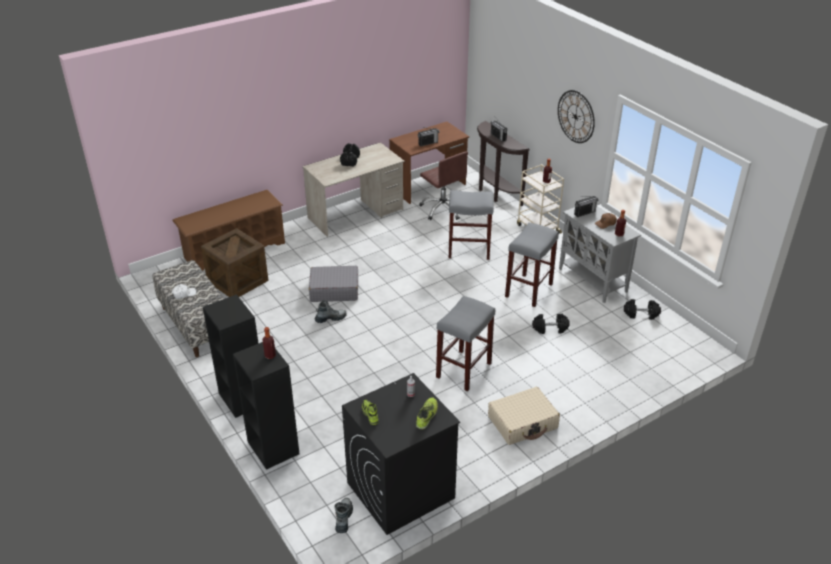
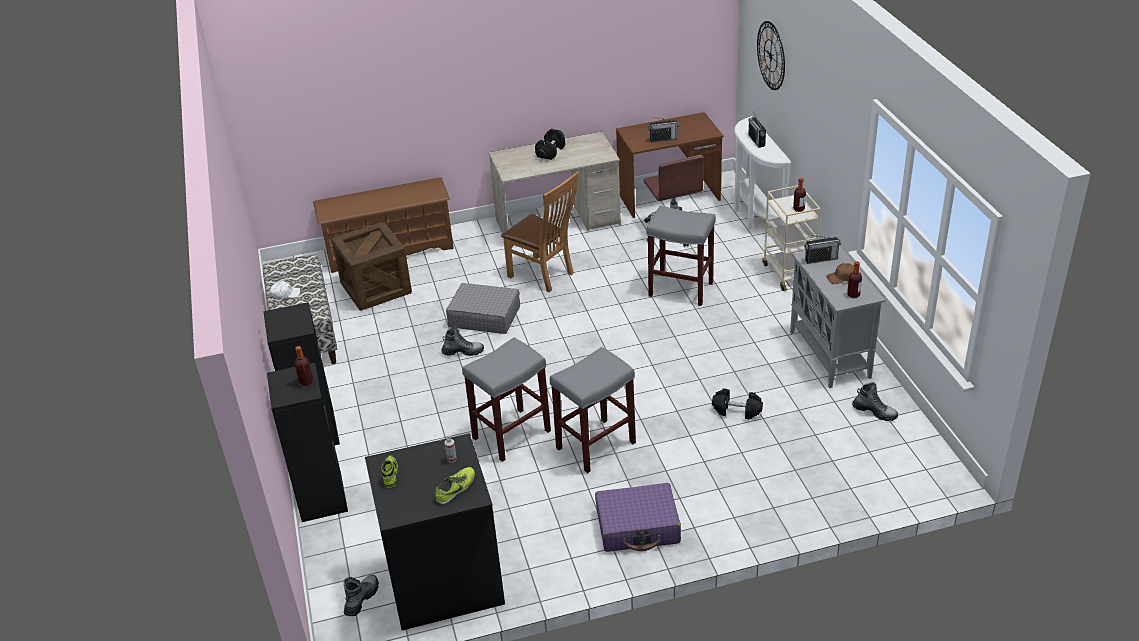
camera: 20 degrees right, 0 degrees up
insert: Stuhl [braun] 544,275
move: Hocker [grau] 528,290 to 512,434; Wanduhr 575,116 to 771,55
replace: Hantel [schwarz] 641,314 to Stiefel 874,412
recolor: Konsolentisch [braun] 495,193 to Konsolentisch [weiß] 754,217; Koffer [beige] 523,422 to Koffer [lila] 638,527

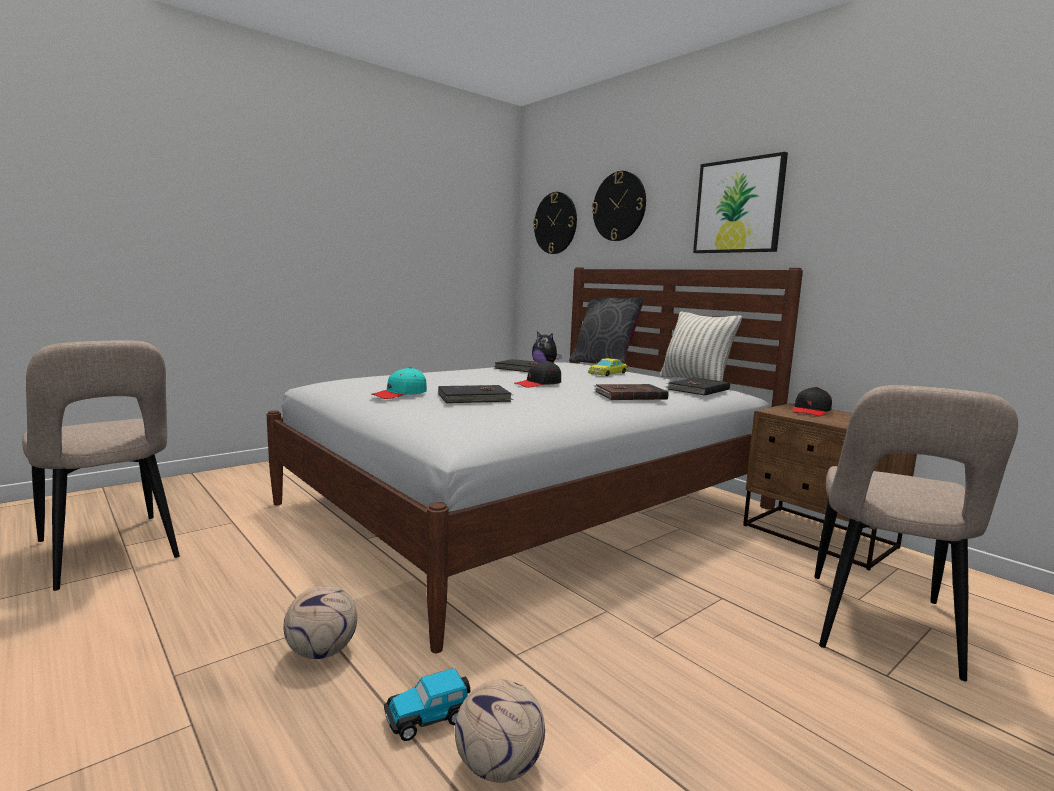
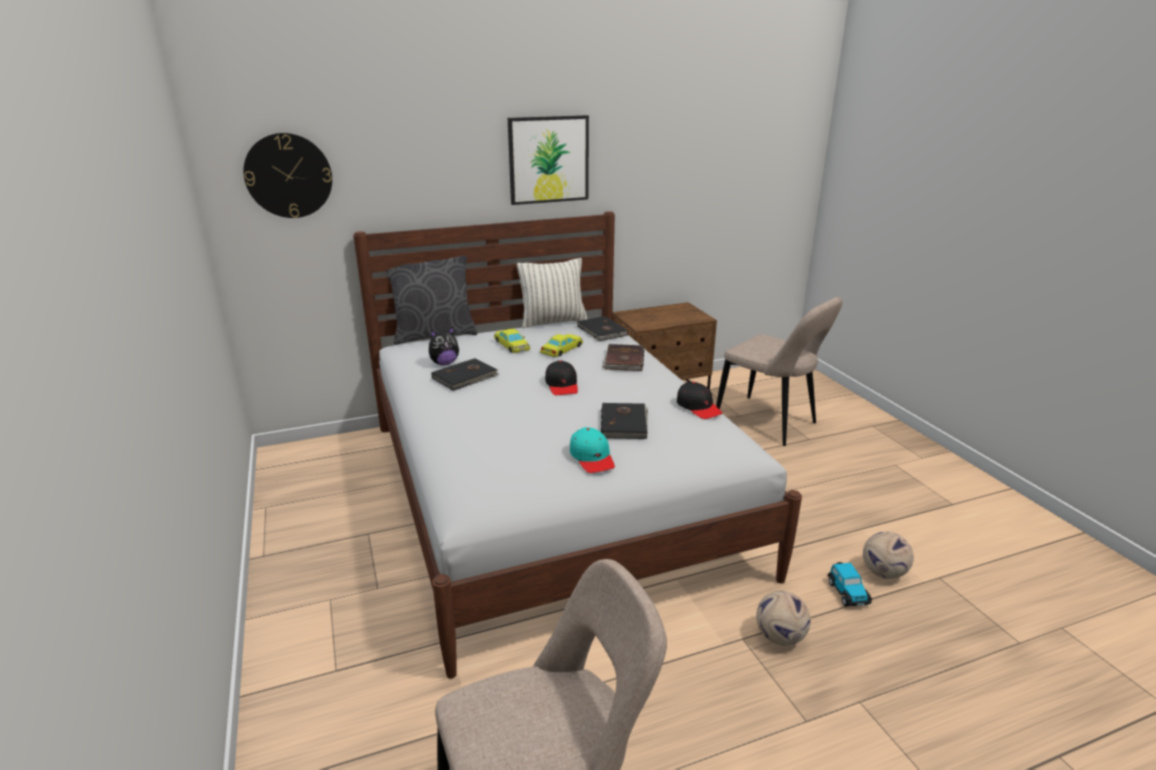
camera: 70 degrees left, 15 degrees up
delete: Wanduhr 619,206
insert: Spielzeugauto [gelb] 562,349
move: Kappe [schwarz] 811,411 to 698,407

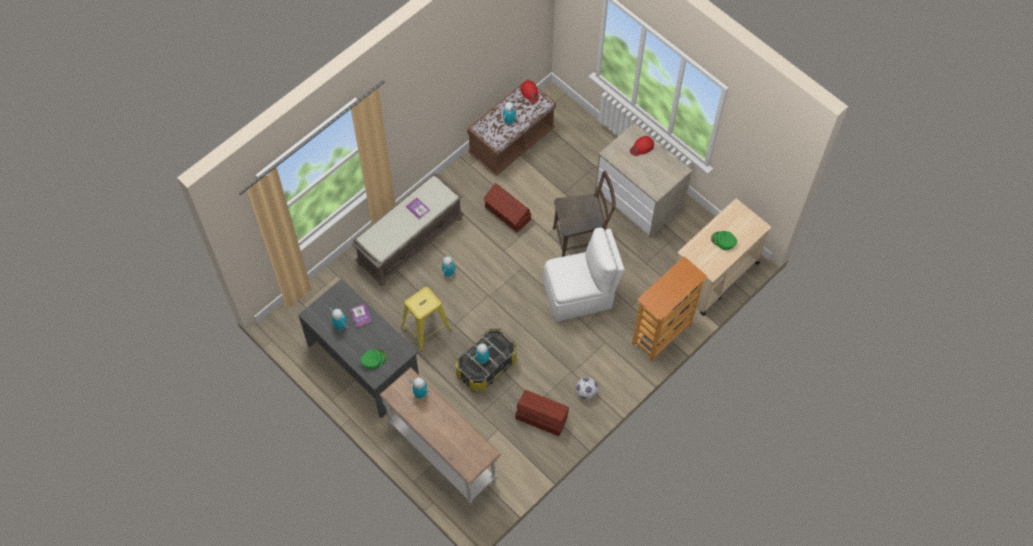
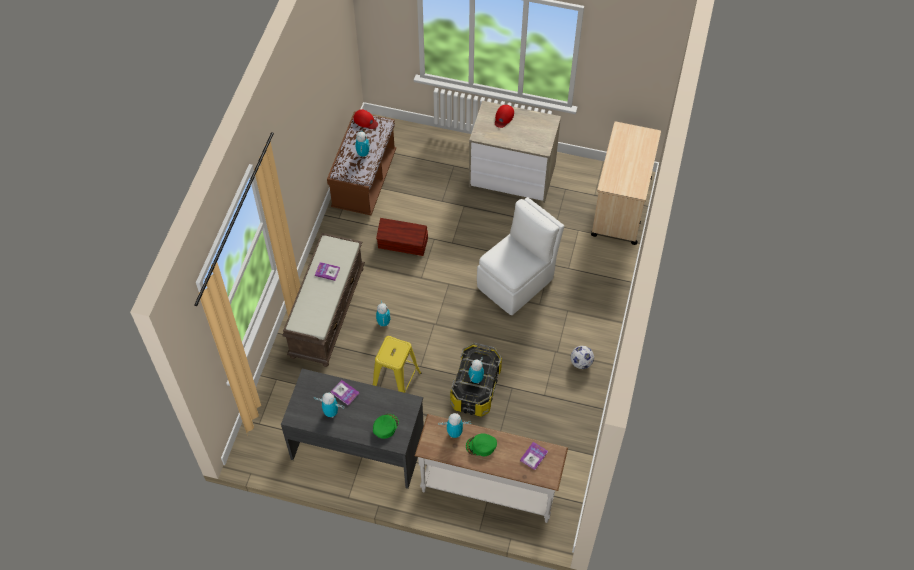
camera: 30 degrees left, 5 degrees down
delete: Aufbewahrungsbox [braun] 541,417; Stuhl [braun] 581,240; Bücherregal 661,335
insert: Buch 534,456
move: Kappe [grün] 723,241 to 481,446

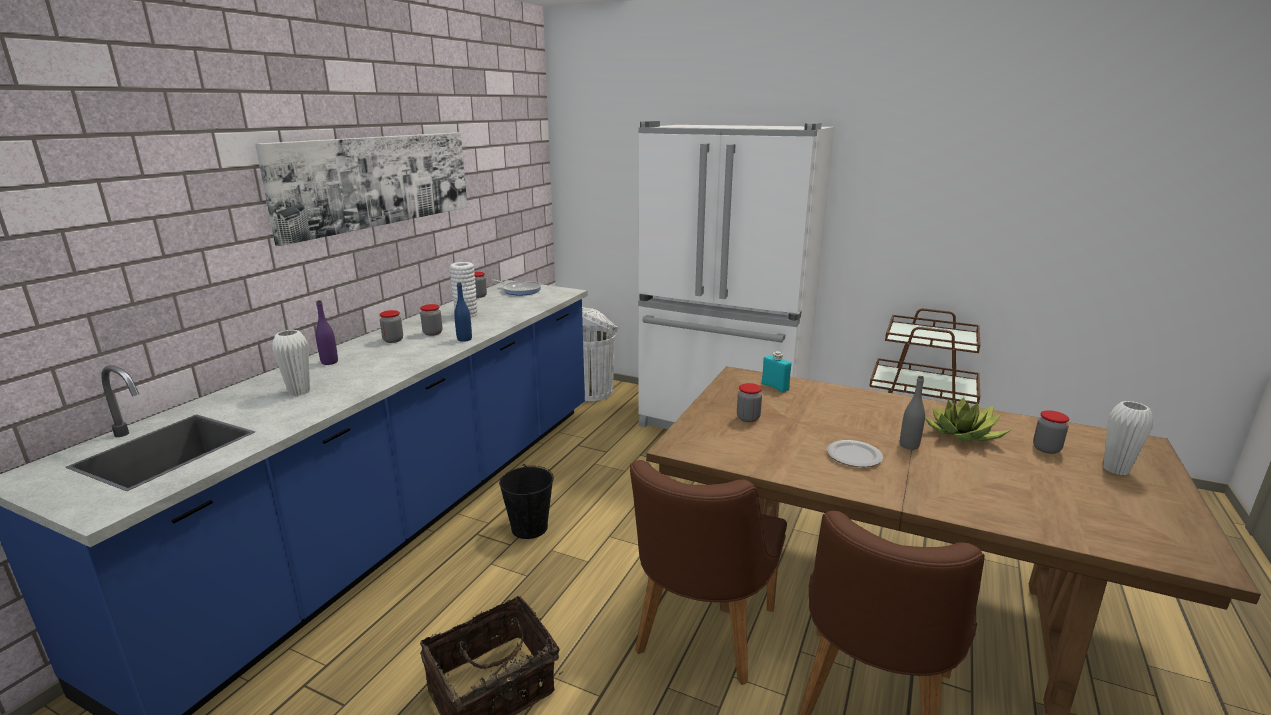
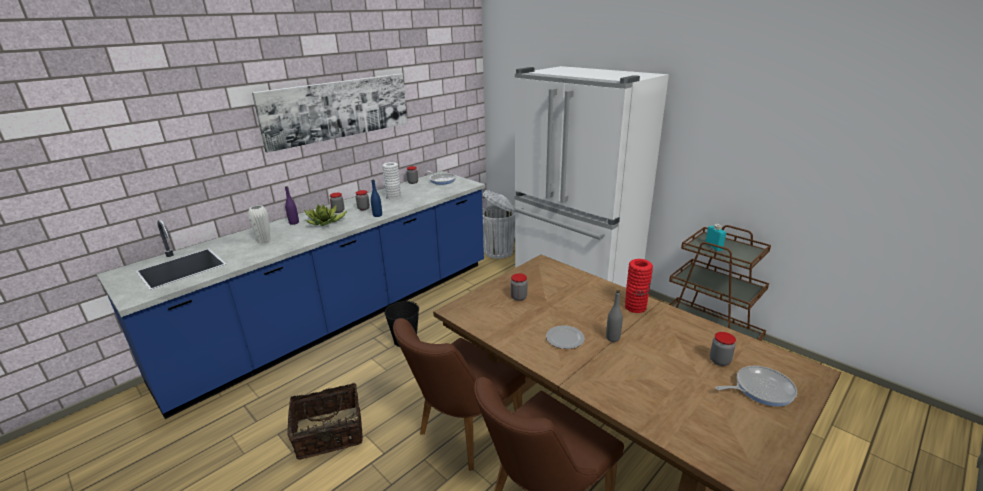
camera: 20 degrees right, 5 degrees up
insert: Vase [rot] 635,307
move: Flasche [türkis] 775,387 to 713,247; Topfpflanze 963,434 to 325,223
replace: Vase [weiß] 1115,469 to Pfanne 760,389

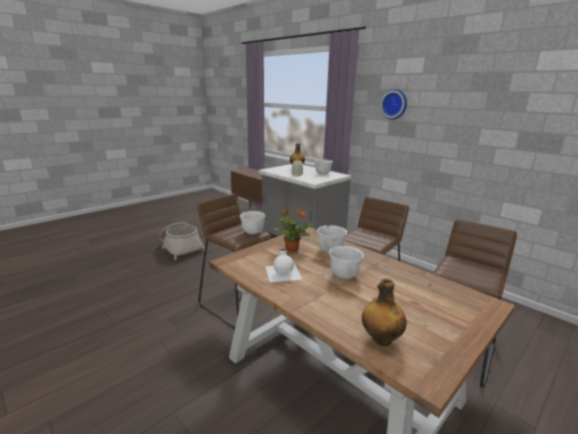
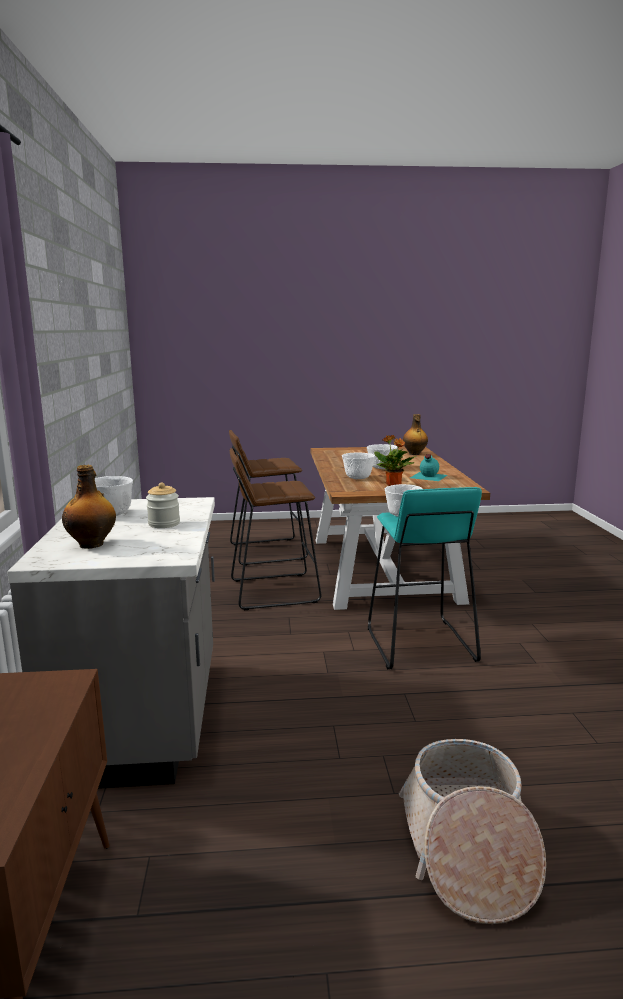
camera: 140 degrees left, 5 degrees down
delete: Wanduhr 394,104
recolor: Hocker [braun] 238,304 to Hocker [türkis] 419,644; Flasche [weiß] 283,272 to Flasche [türkis] 427,476

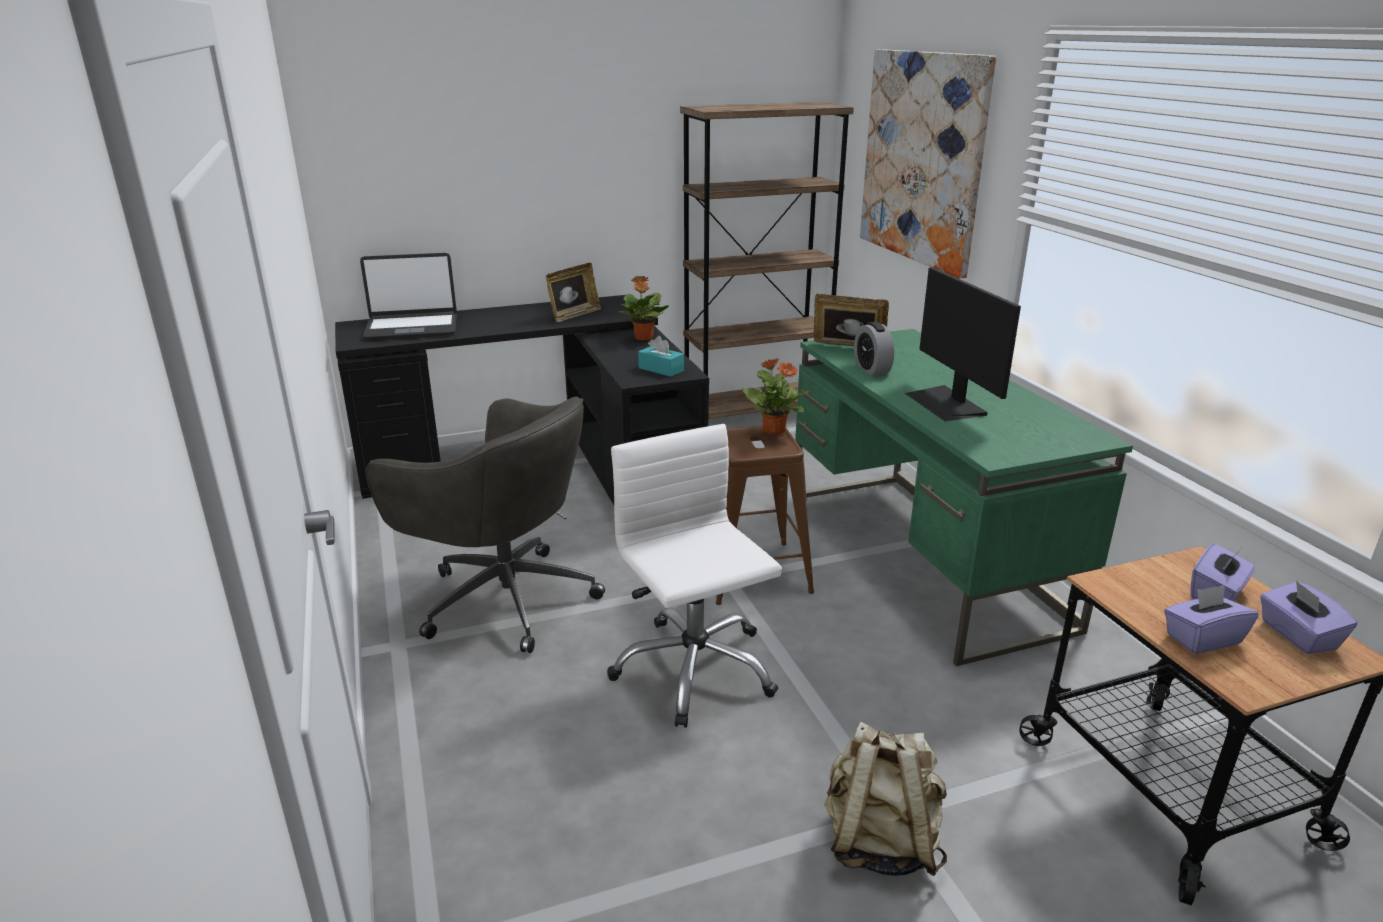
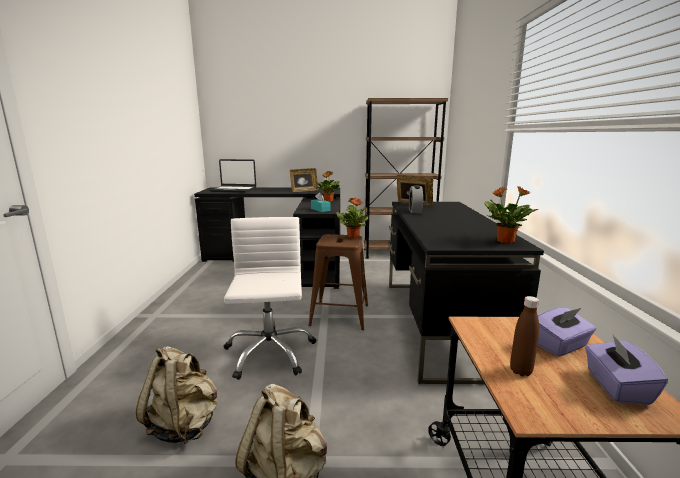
camera: 20 degrees right, 10 degrees down
delete: Bürostuhl [grau] 504,598; Bild 922,158; Monitor 947,404
insert: Rucksack [beige] 184,425; Topfpflanze 504,241
replace: Taschentuchbox [lila] 1202,639 to Flasche [braun] 520,371
recolor: Schreibtisch [grün] 922,558 to Schreibtisch [schwarz] 439,325

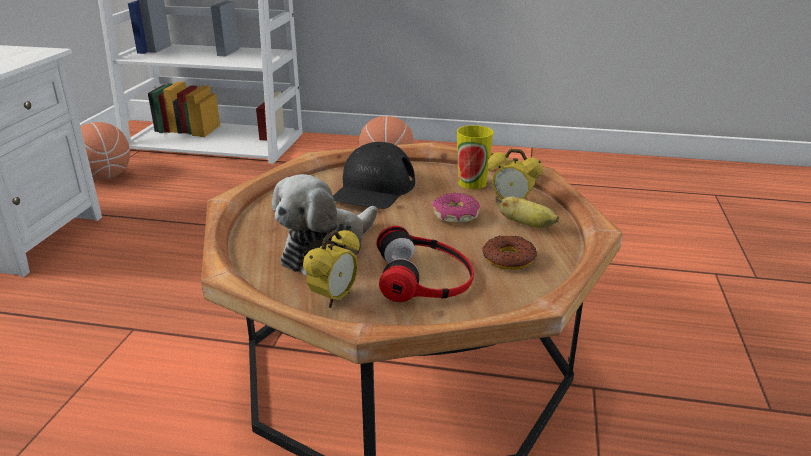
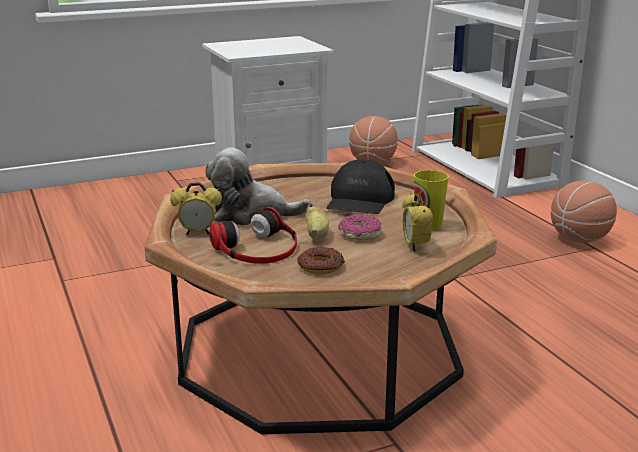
camera: 55 degrees right, 5 degrees down
move: Banane 527,225 to 316,235
rotate: Kappe [schwarz] 373,189 = 359,200 60 degrees counterclockwise

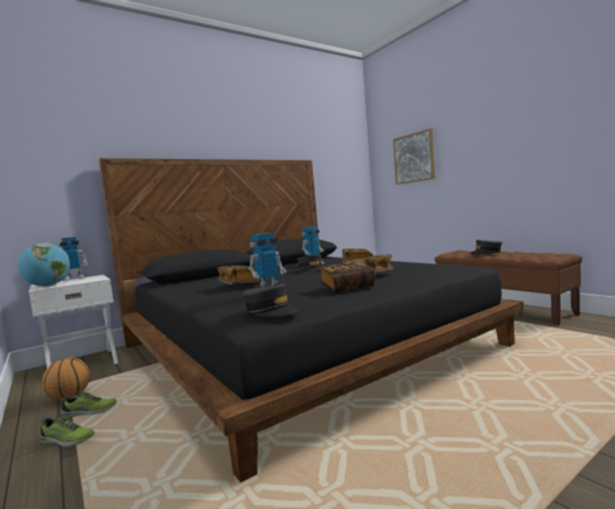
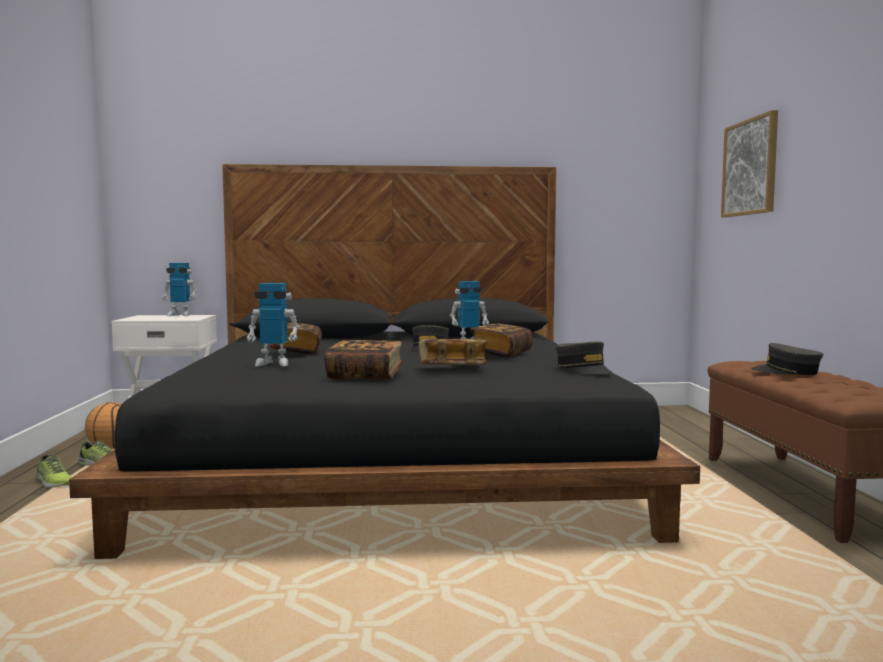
camera: 30 degrees right, 0 degrees up
delete: Globus 47,286
move: Kappe [grau] 271,311 to 583,369

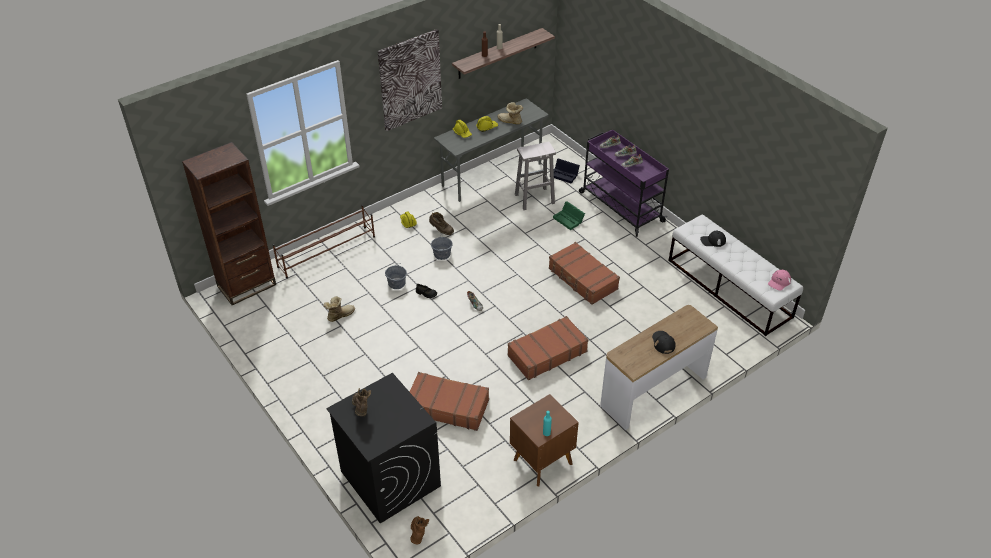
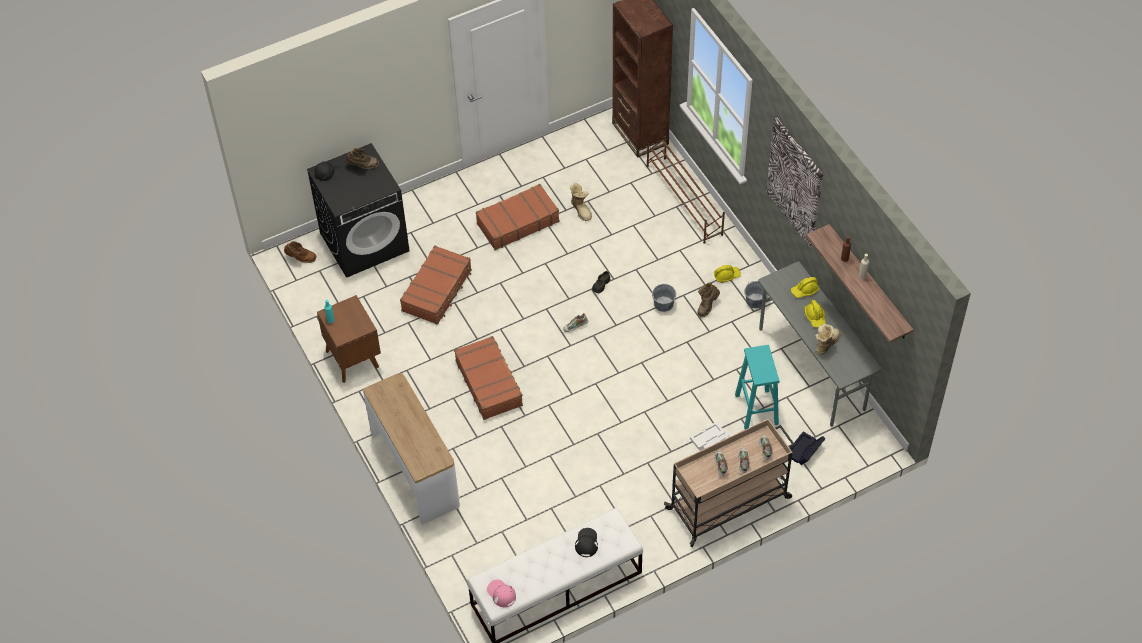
camera: 100 degrees right, 10 degrees up
move: Eimer [grau] 397,283 to 756,301; Koffer [braun] 582,279 to 517,222; Kappe [schwarz] 663,343 to 328,172
recolor: Hocker [weiß] 534,199 to Hocker [türkis] 756,408; Aufbewahrungsbox [grün] 569,220 to Aufbewahrungsbox [weiß] 709,440; Rollwagen [lila] 620,206 to Rollwagen [beige] 730,503

